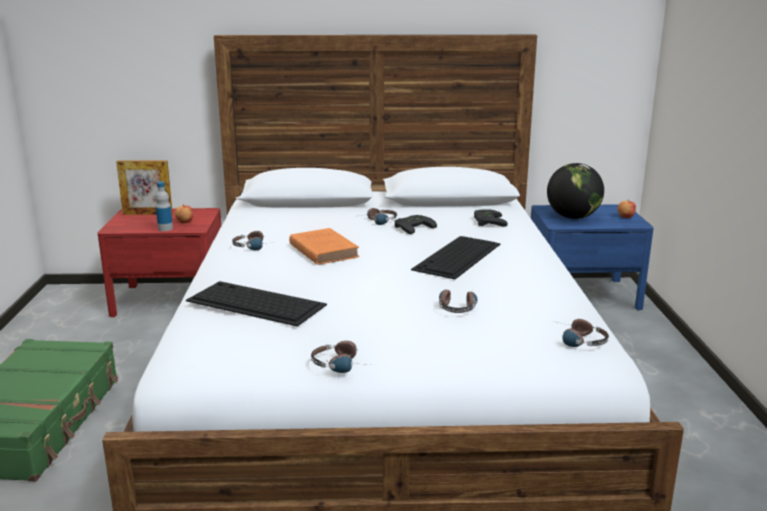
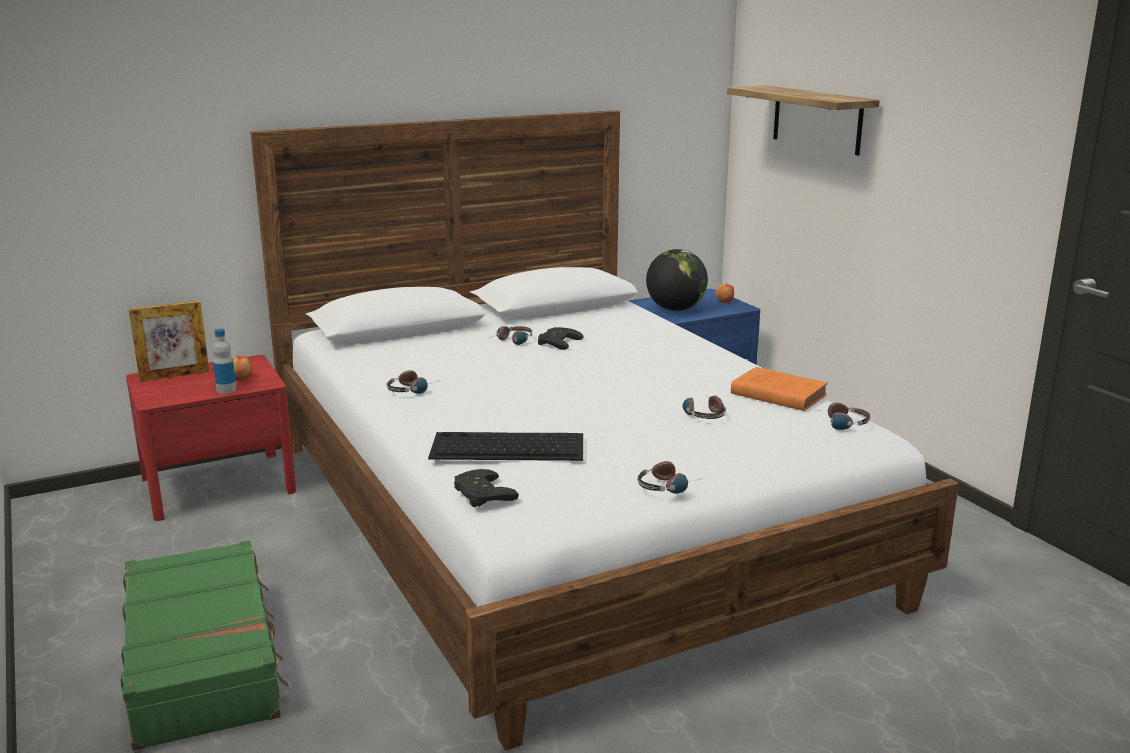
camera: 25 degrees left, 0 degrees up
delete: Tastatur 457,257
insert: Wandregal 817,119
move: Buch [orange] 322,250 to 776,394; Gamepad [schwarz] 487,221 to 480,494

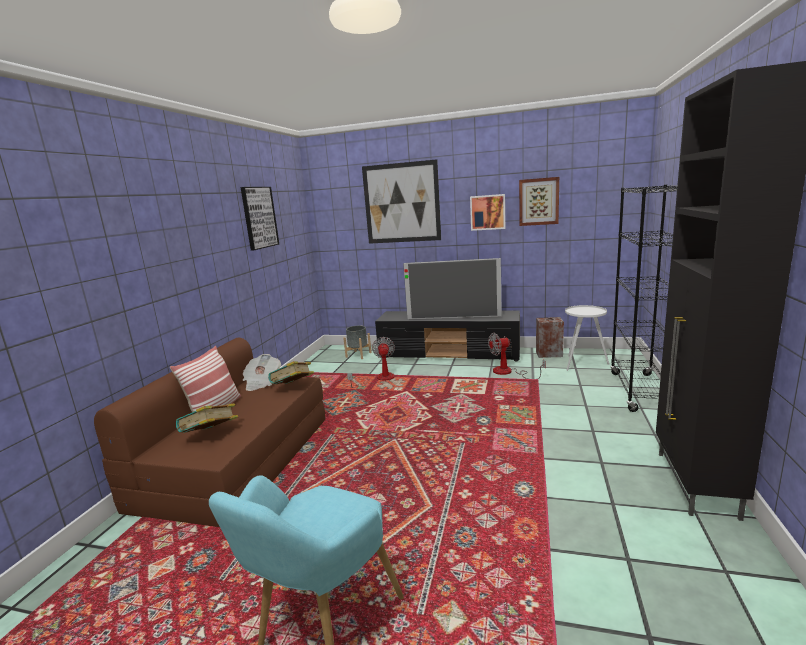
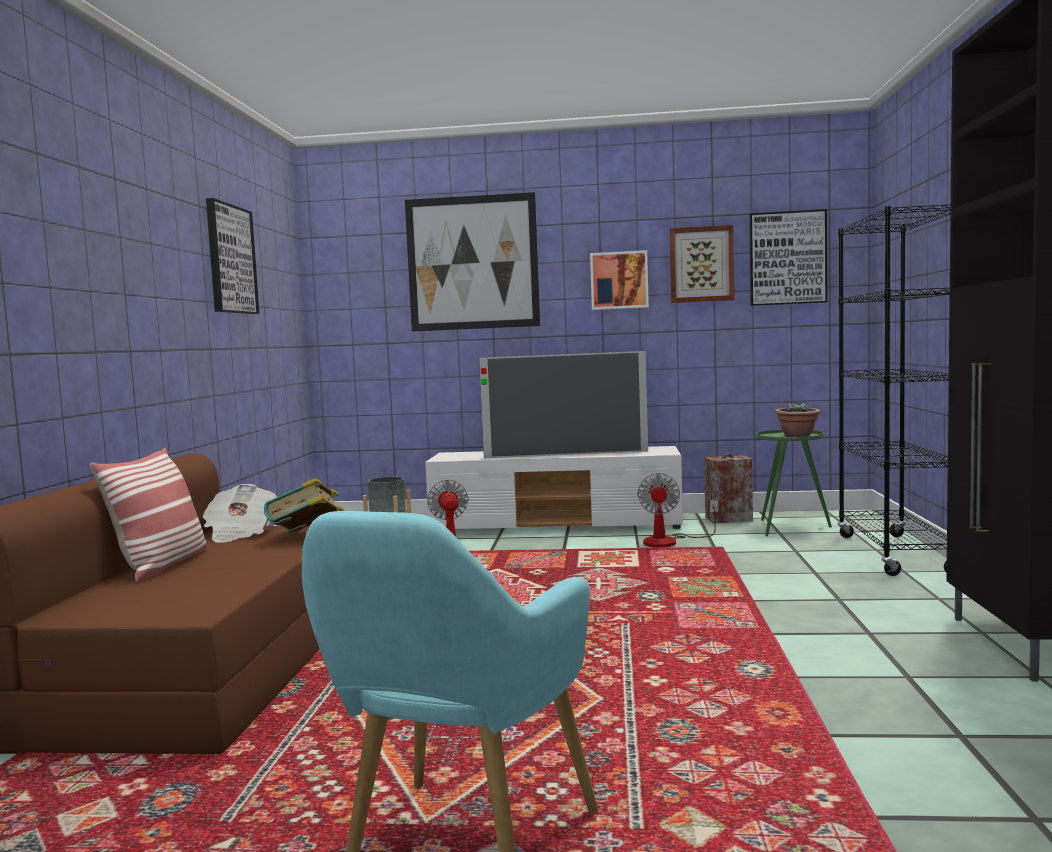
camera: 10 degrees left, 10 degrees down
delete: Buch 210,436
insert: Bild 787,258; Topfpflanze 797,436
recolor: Fernsehschrank [schwarz] 450,354 to Fernsehschrank [weiß] 557,524; Beistelltisch [weiß] 583,364 to Beistelltisch [grün] 790,528
rotate: Ventilator 508,372 = 669,541 60 degrees counterclockwise

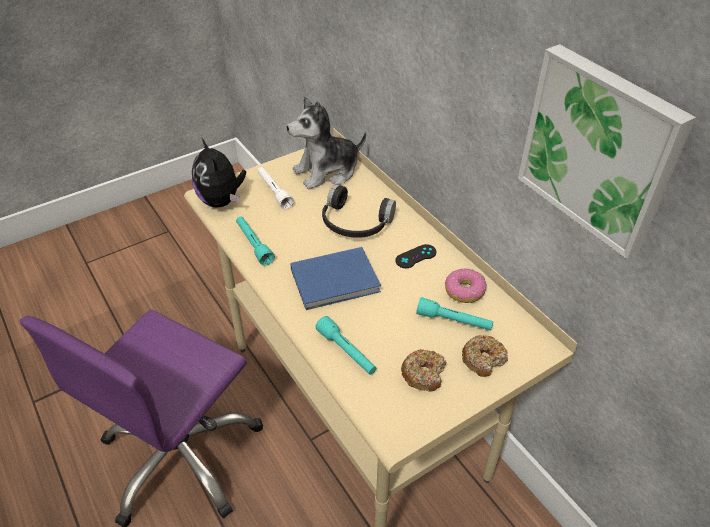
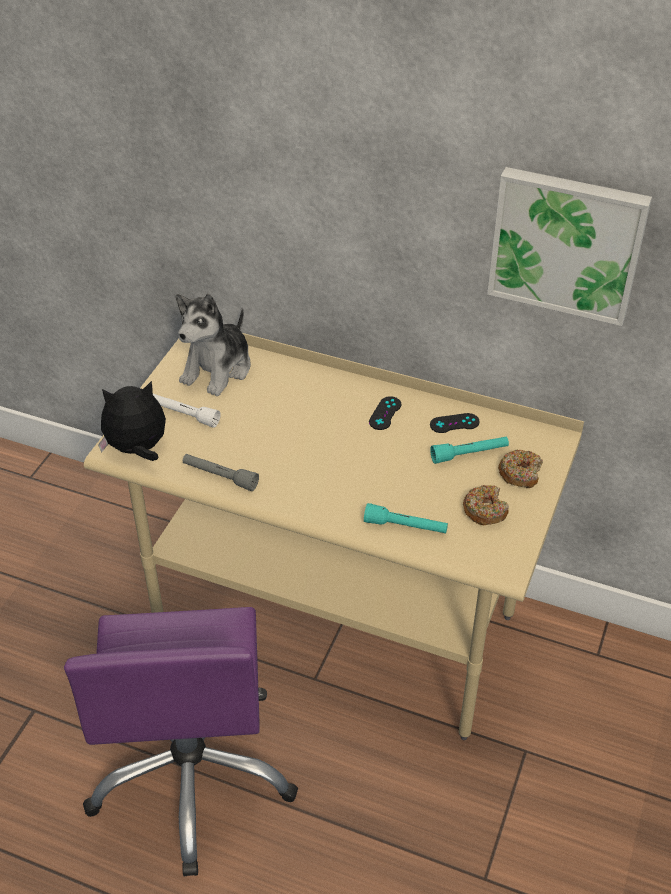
camera: 35 degrees left, 0 degrees up
delete: Buch [blau] 337,281; Kopfhörer [schwarz] 355,223
replace: Donut 464,290 to Gamepad [schwarz] 454,423
recolor: Taschenlampe [türkis] 254,244 to Taschenlampe [grau] 220,476
rotate: Plüschtier 222,201 = 137,450 135 degrees clockwise

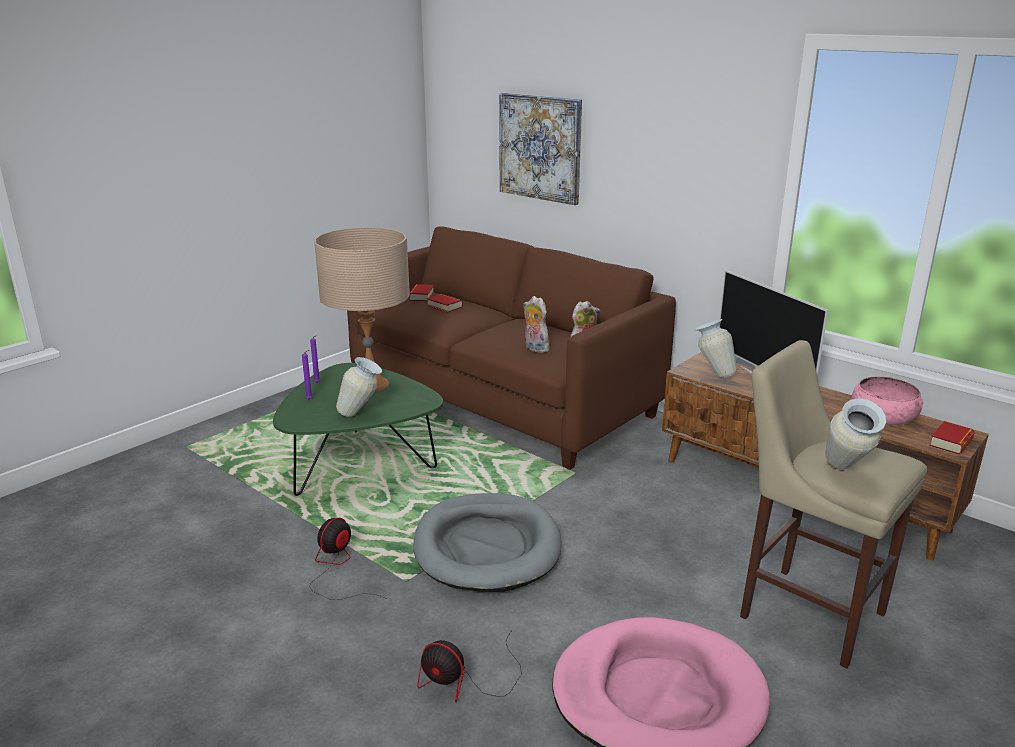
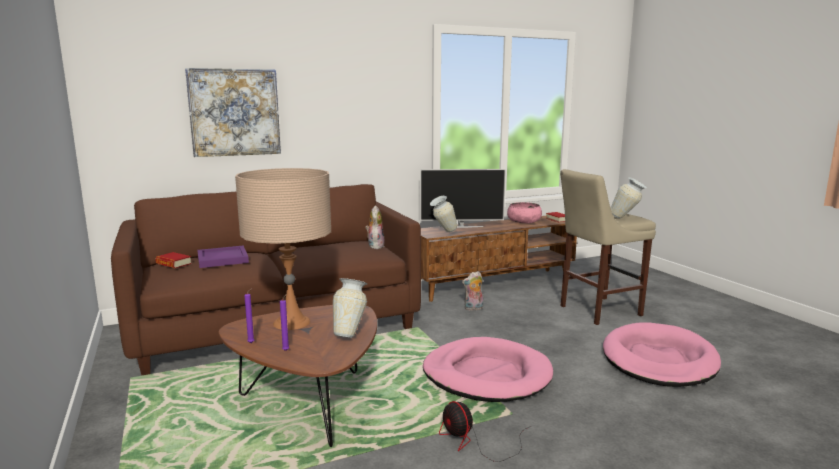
camera: 65 degrees left, 10 degrees down
delete: Ventilator 466,680
move: Plüschtier 534,348 to 473,308
replace: Buch 444,306 to Tablett [lila] 222,259
recolor: Couchtisch [grün] 360,465 to Couchtisch [braun] 310,404; Hundebett [grau] 487,547 to Hundebett [rosa] 487,375

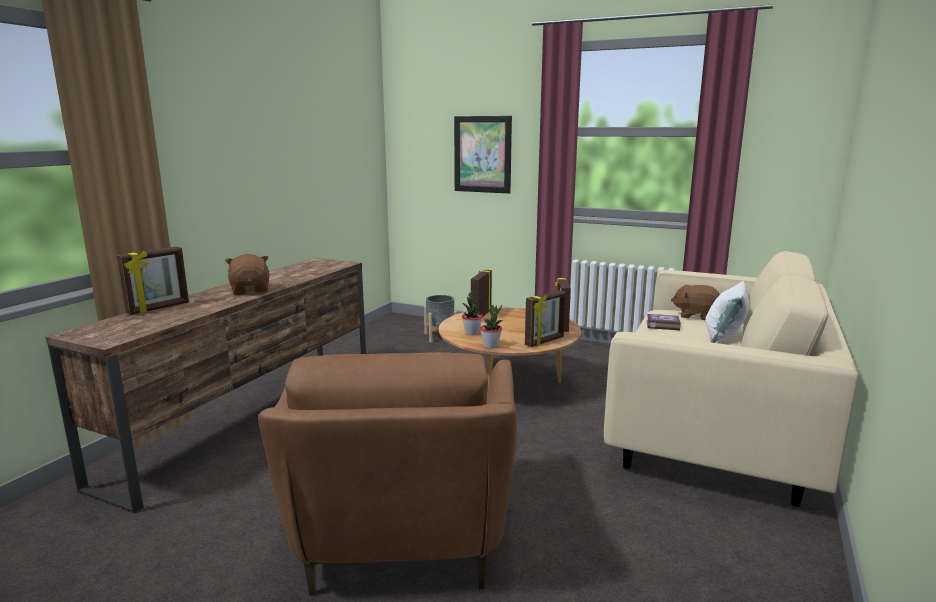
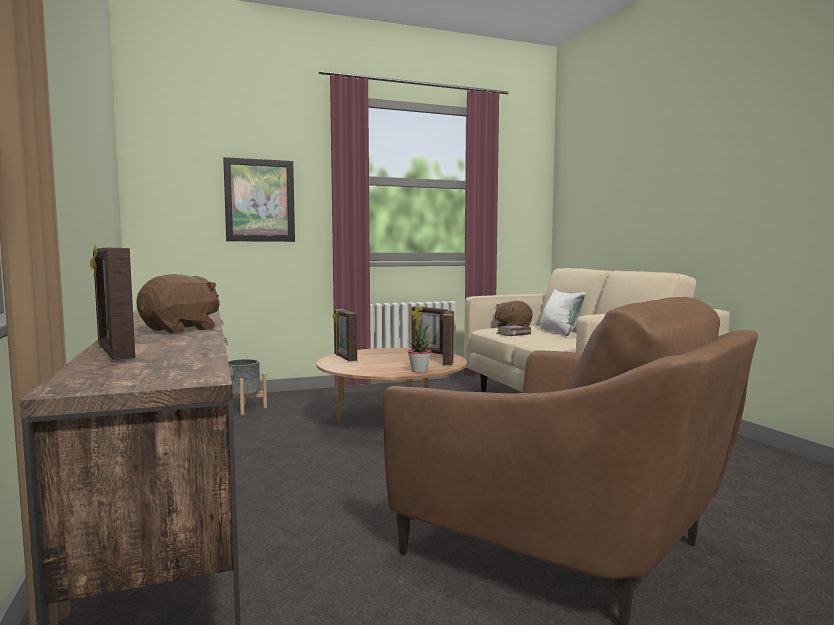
camera: 45 degrees left, 10 degrees down
delete: Topfpflanze 472,333
rotate: Bilderrahmen 159,308 = 114,353 150 degrees clockwise; Plüschtier [braun] 250,290 = 181,329 105 degrees clockwise

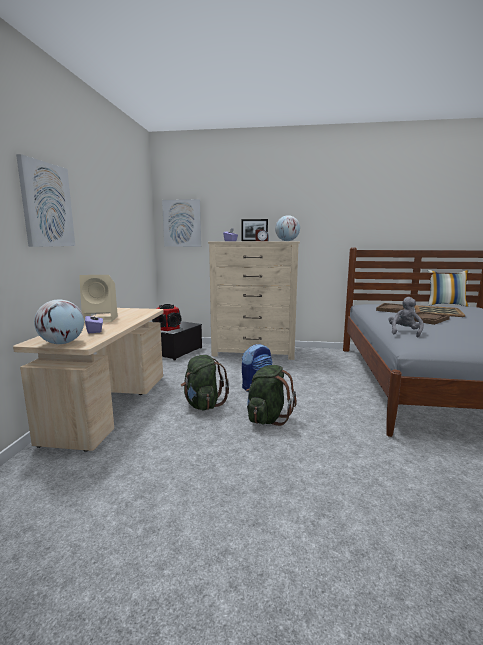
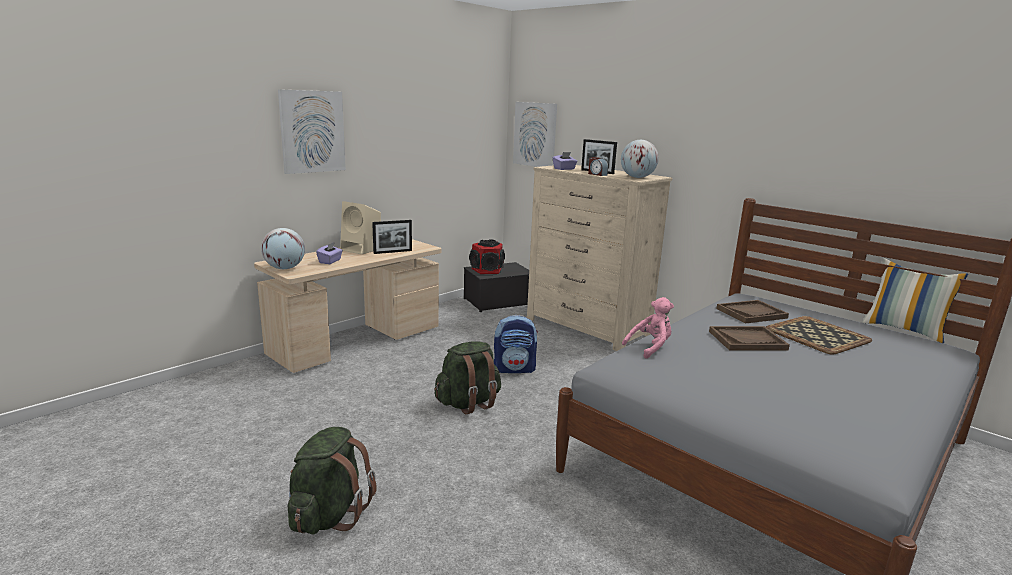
camera: 35 degrees right, 5 degrees up
insert: Bilderrahmen 393,252
move: Rucksack [grün] 203,404 to 329,514
recolor: Plüschtier [grau] 404,332 to Plüschtier [rosa] 650,348

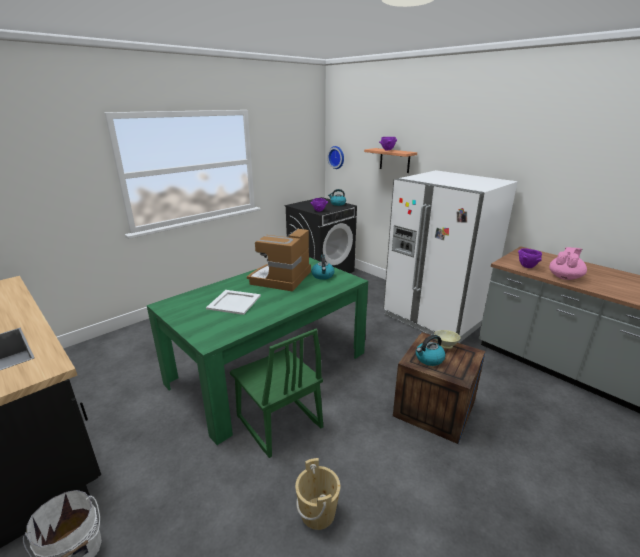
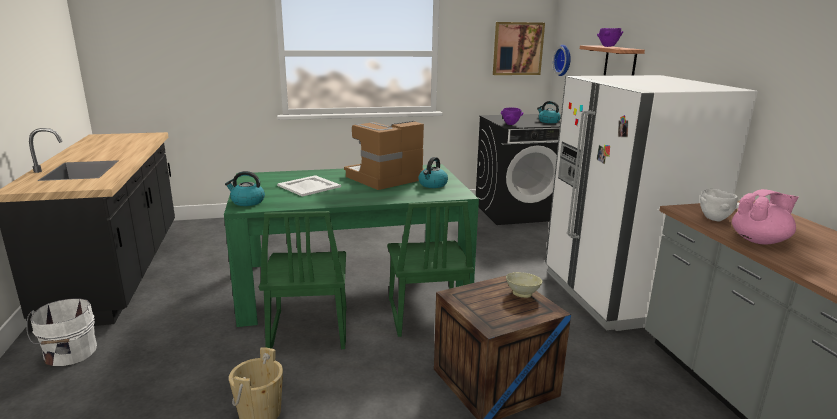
camera: 30 degrees right, 5 degrees down
insert: Stuhl [grün] 426,316; Bild 517,48
move: Wasserkessel 429,359 to 247,202
recolor: Schüssel [lila] 527,267 to Schüssel [weiß] 714,219

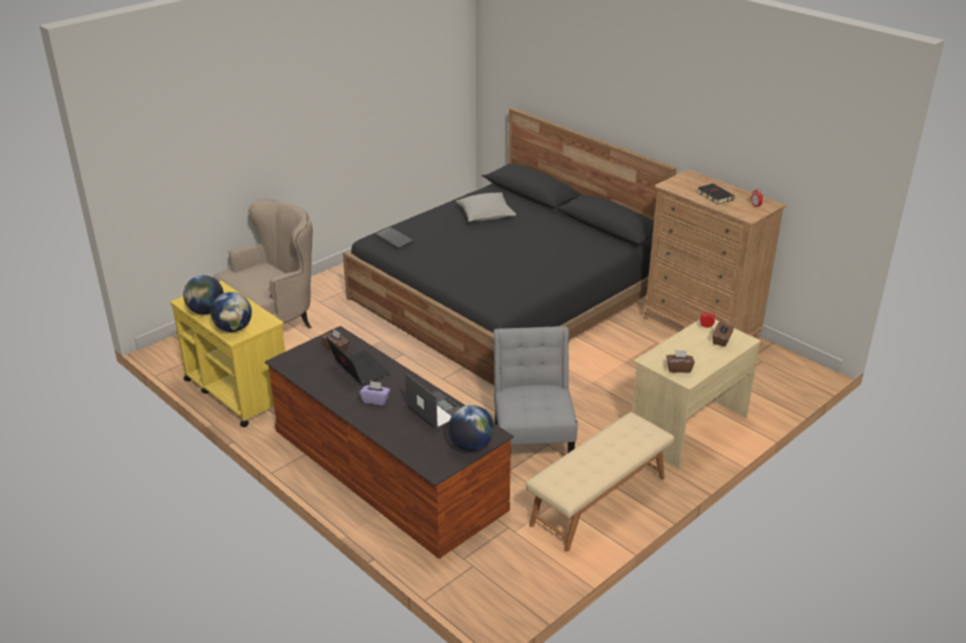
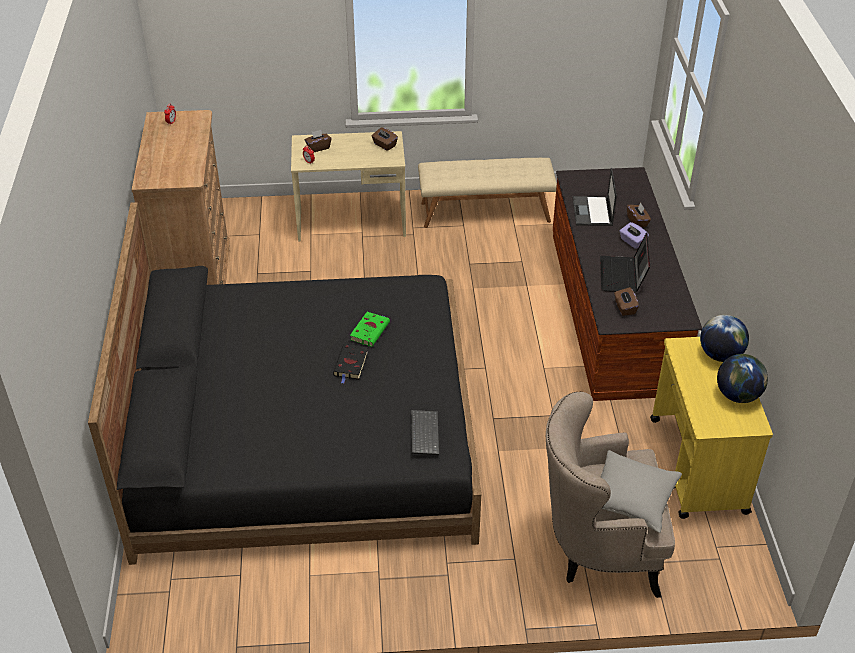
camera: 140 degrees left, 10 degrees up
delete: Globus 471,445; Stuhl [grau] 533,443
insert: Buch [grün] 370,330; Taschentuchbox [braun] 637,221
move: Kissen [grau] 485,215 to 631,498; Buch [schwarz] 714,196 to 351,365

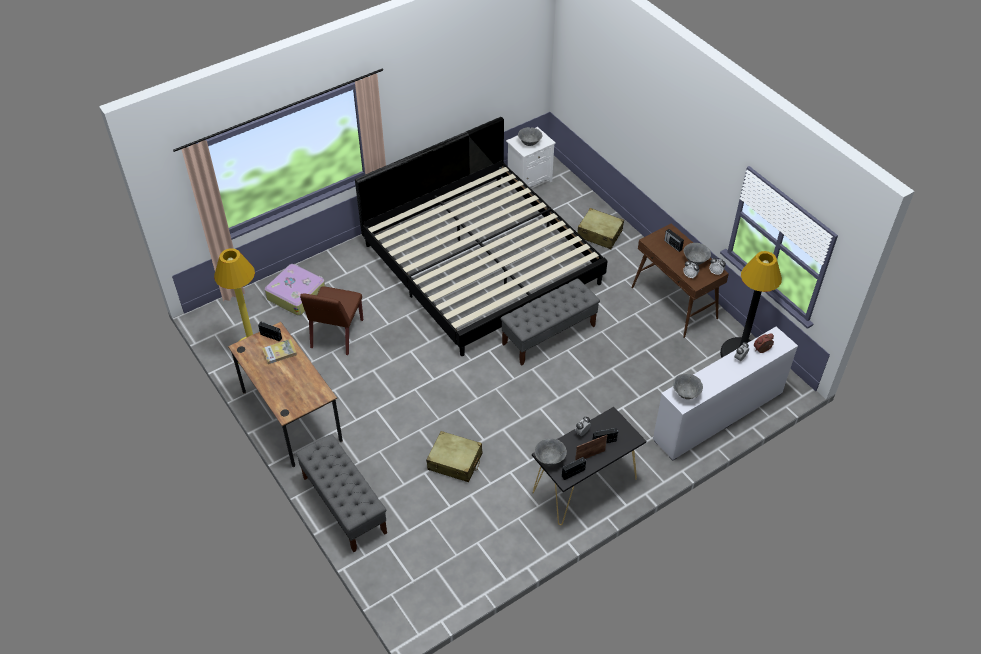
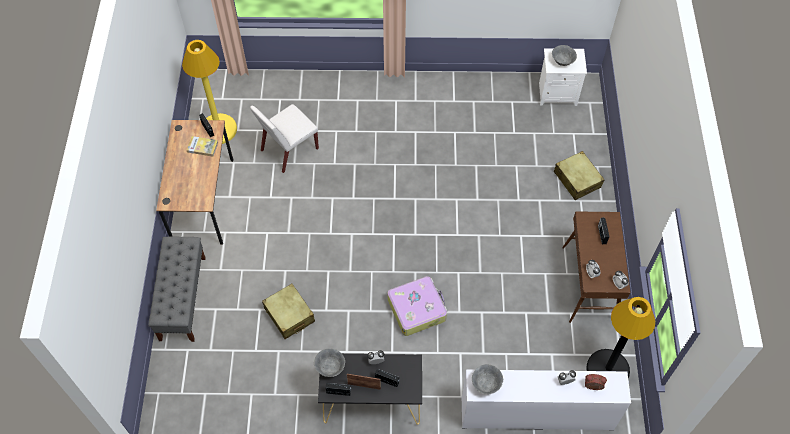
camera: 35 degrees right, 10 degrees up
delete: Bett 481,263; Bank [grau] 549,334; Schüssel [grau] 695,261
move: Koffer 296,294 to 417,309
recolor: Stuhl [braun] 336,334 to Stuhl [weiß] 289,150

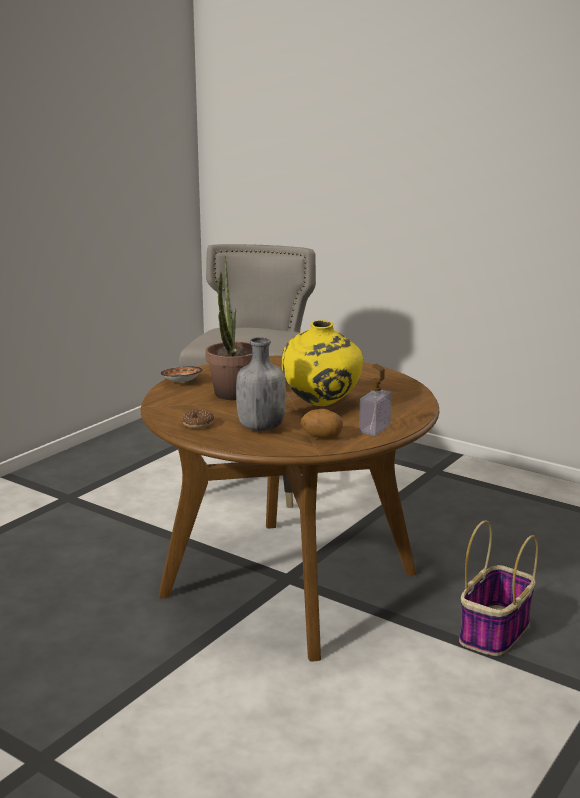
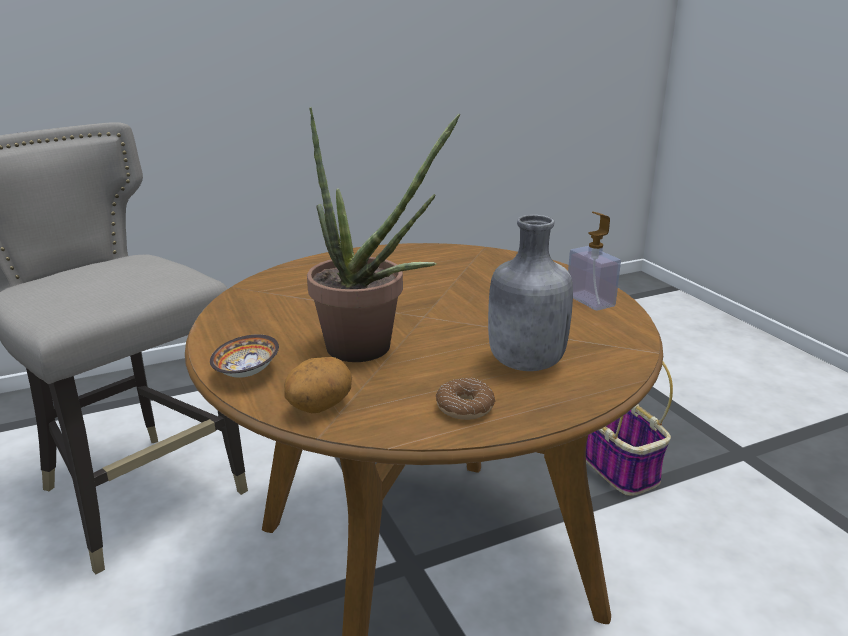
camera: 60 degrees left, 5 degrees up
delete: Vase [gelb] 321,405
move: Kartoffel 322,437 to 319,407

